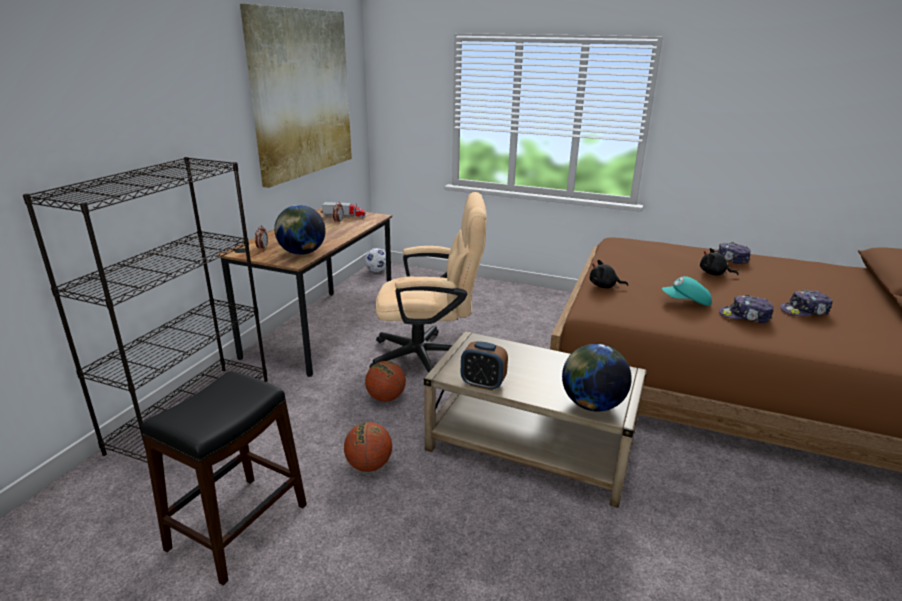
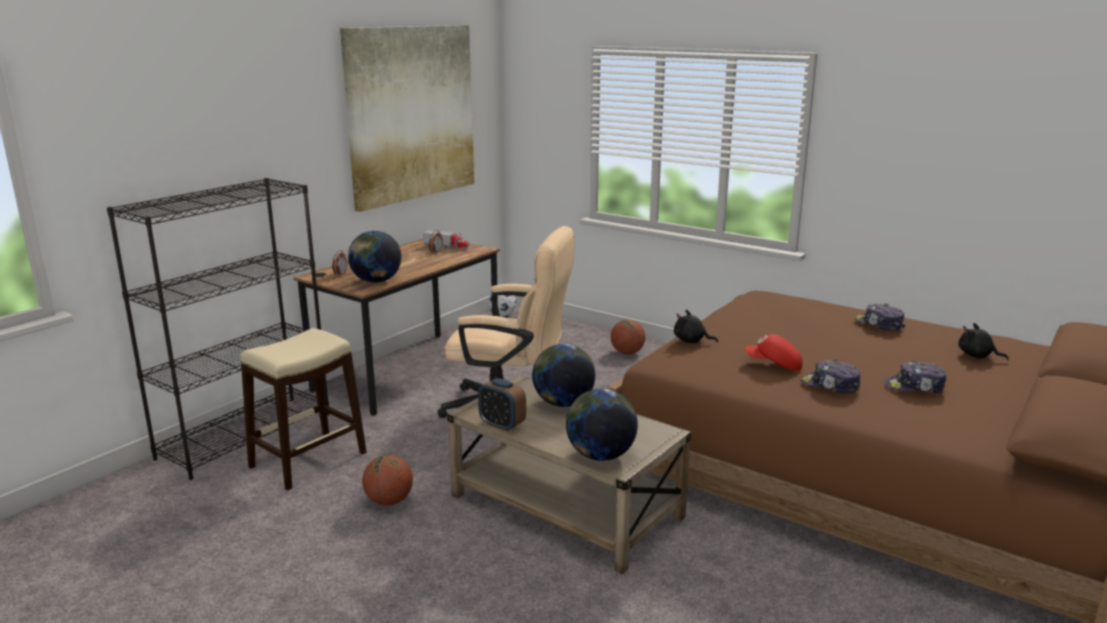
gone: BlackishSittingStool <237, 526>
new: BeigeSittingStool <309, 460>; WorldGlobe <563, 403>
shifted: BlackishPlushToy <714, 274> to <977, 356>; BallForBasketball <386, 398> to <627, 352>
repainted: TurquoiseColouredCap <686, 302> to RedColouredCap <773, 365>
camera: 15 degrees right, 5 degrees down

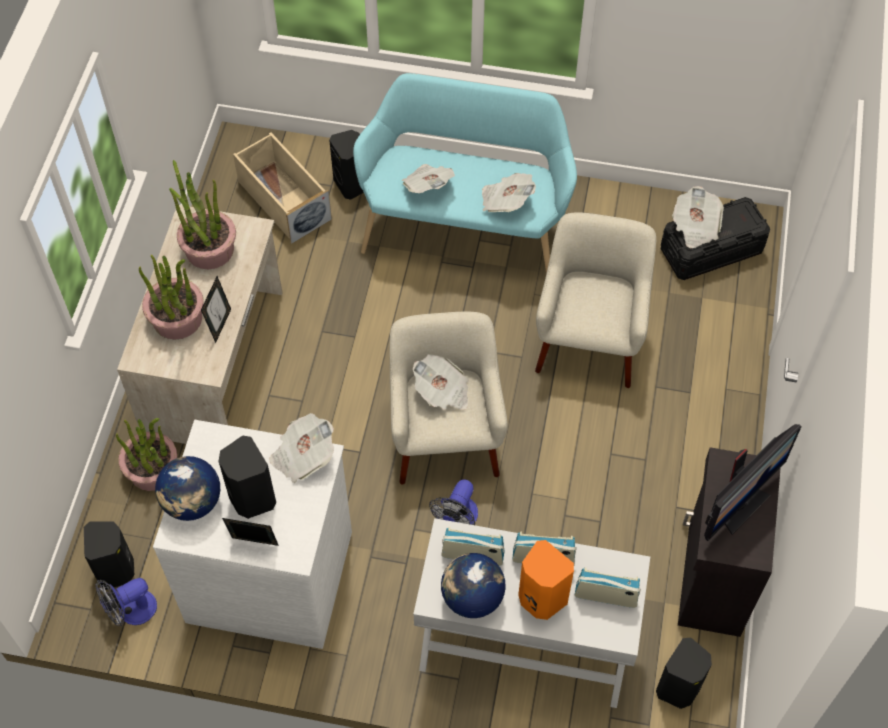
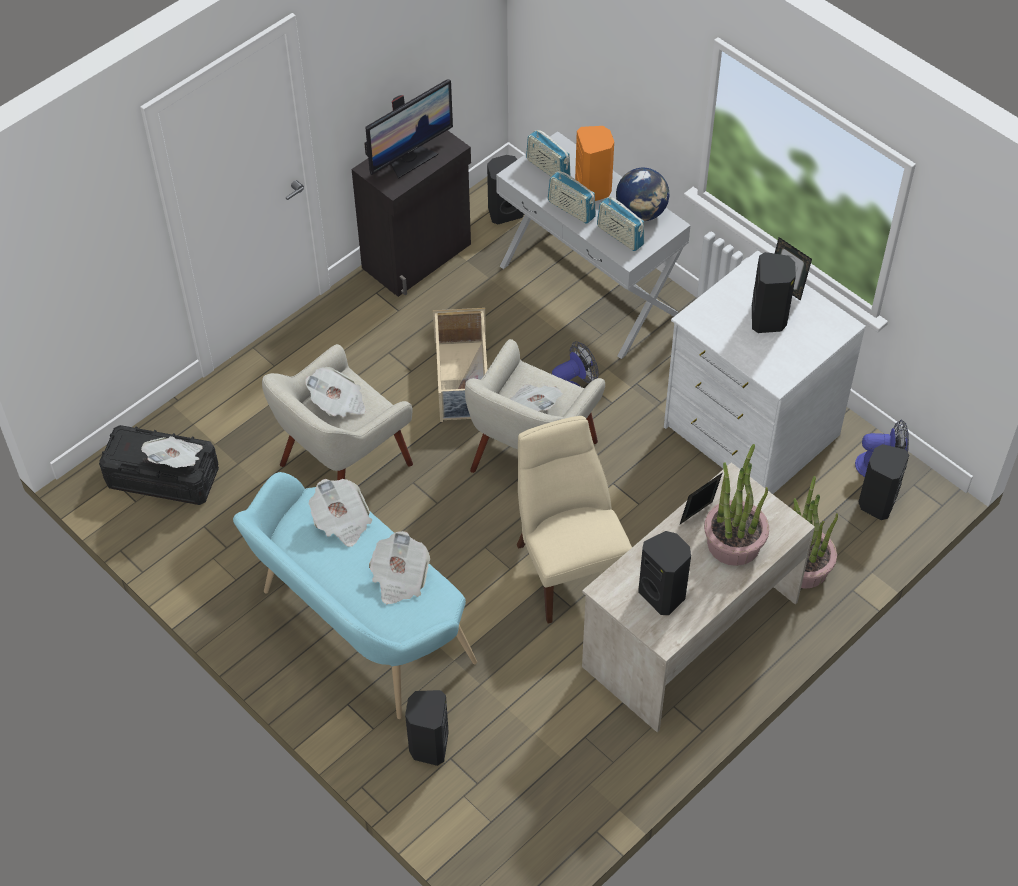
gone: WorldGlobe <192, 502>
new: BeigeChair <568, 566>
shifted: BeigeStorageBox <283, 200> to <462, 381>; Newspaper <303, 456> to <338, 403>
swapped: PottedPlant <209, 249> to BlackishAudioSpeaker <663, 594>
rotated: ComputerDisplay <739, 505> = <410, 159> 150 degrees clockwise
camera: 145 degrees left, 5 degrees down

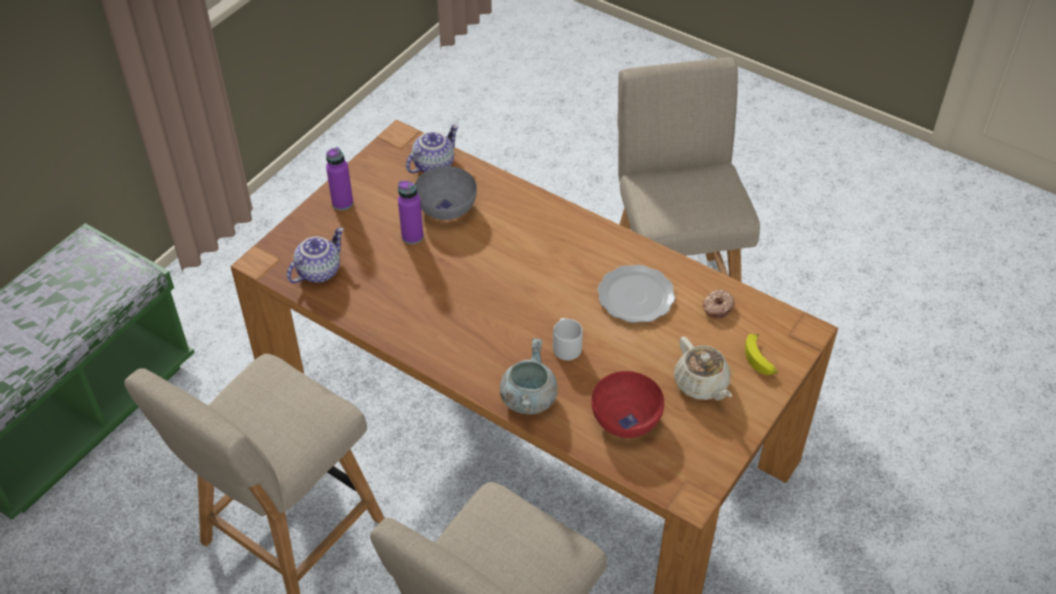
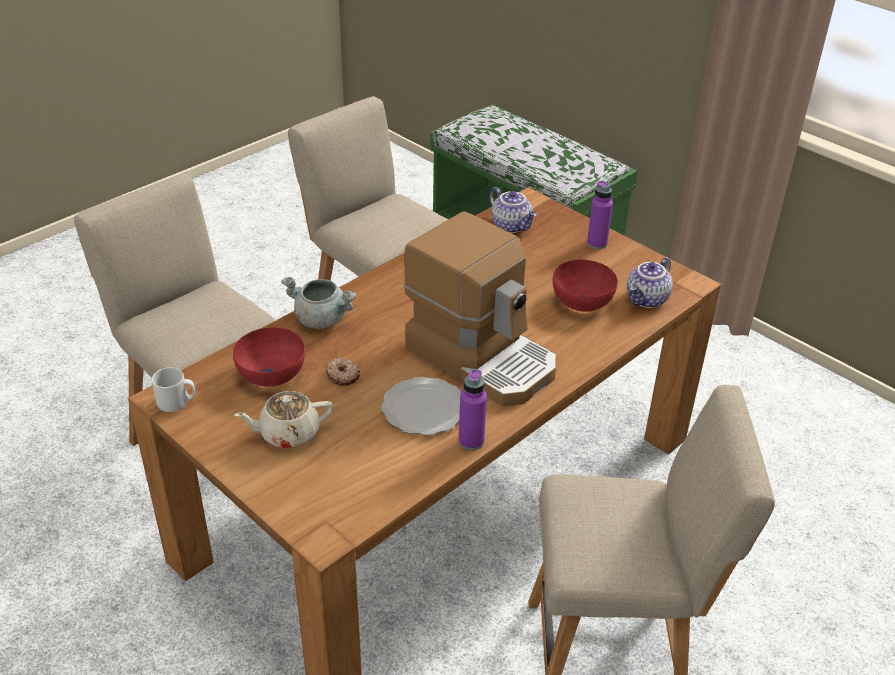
gone: BananaFruit <760, 359>
new: CoffeeMachine <483, 357>
shifted: PurpleDrinkBottle <412, 236> to <471, 441>; Donut <717, 307> to <343, 375>; GrayTeaMug <566, 346> to <177, 402>
repainted: GrayDeepDish <446, 208> to RedColouredDeepDish <581, 301>
rotated: PotForTea <433, 164> = <647, 300> 75 degrees clockwise
camera: 100 degrees right, 10 degrees down

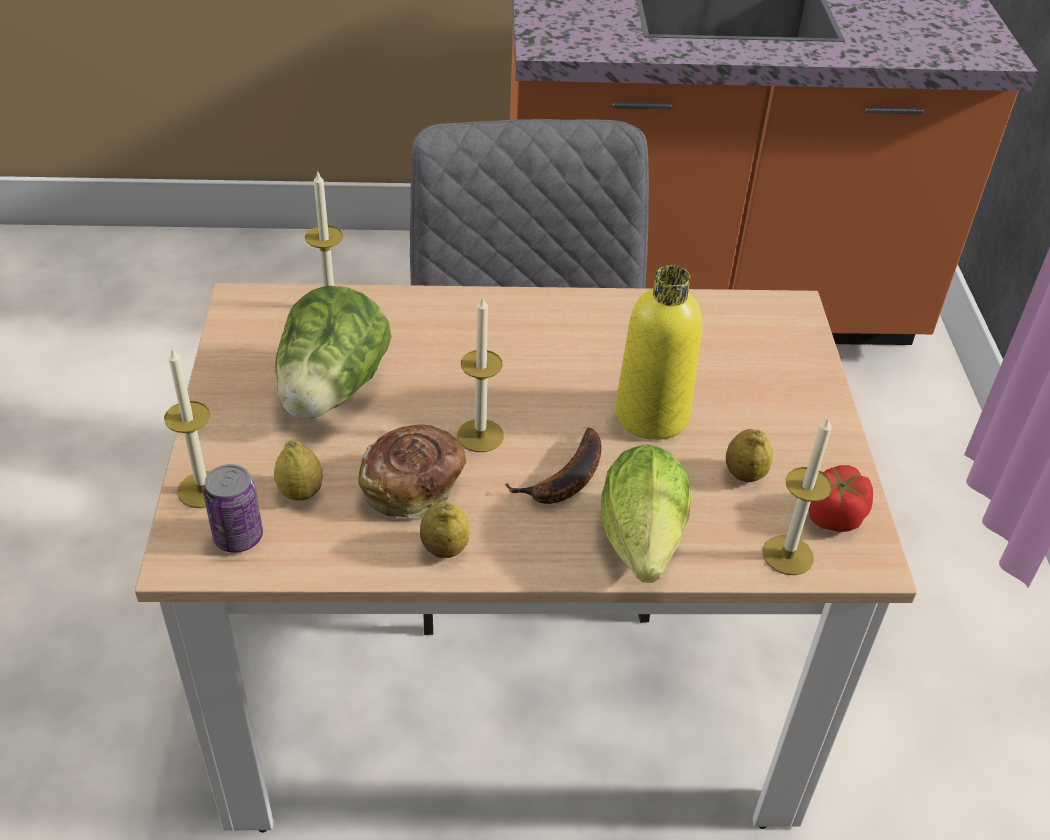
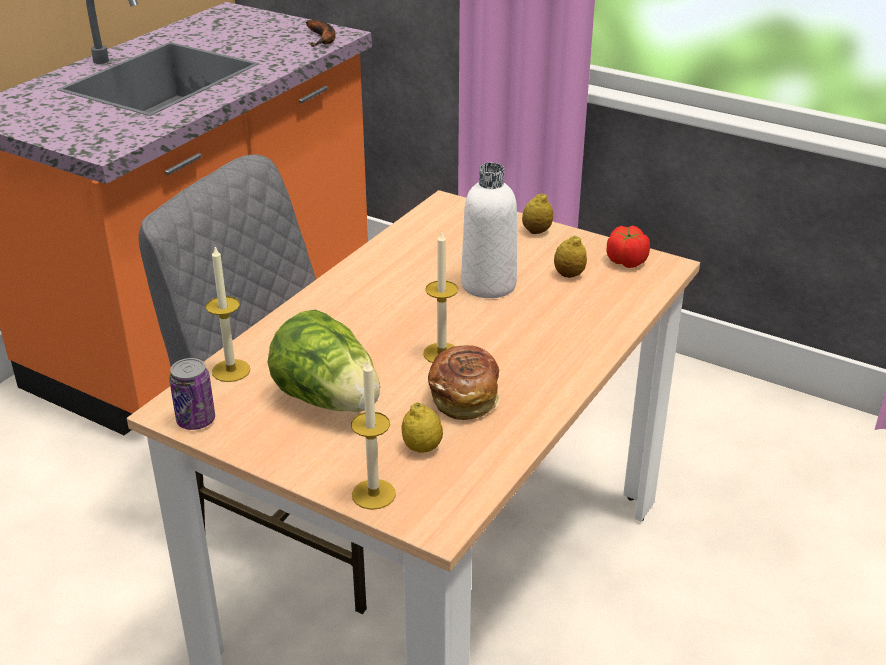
gone: WaxLight <787, 555>; LettuceHead <642, 547>
shifted: BananaFruit <565, 481> to <323, 39>; Can <238, 537> to <196, 421>; Lemon <444, 549> to <536, 231>
repainted: YellowColouredDrinkBottle <652, 415> to WhiteColouredDrinkBottle <488, 285>
camera: 55 degrees left, 10 degrees down

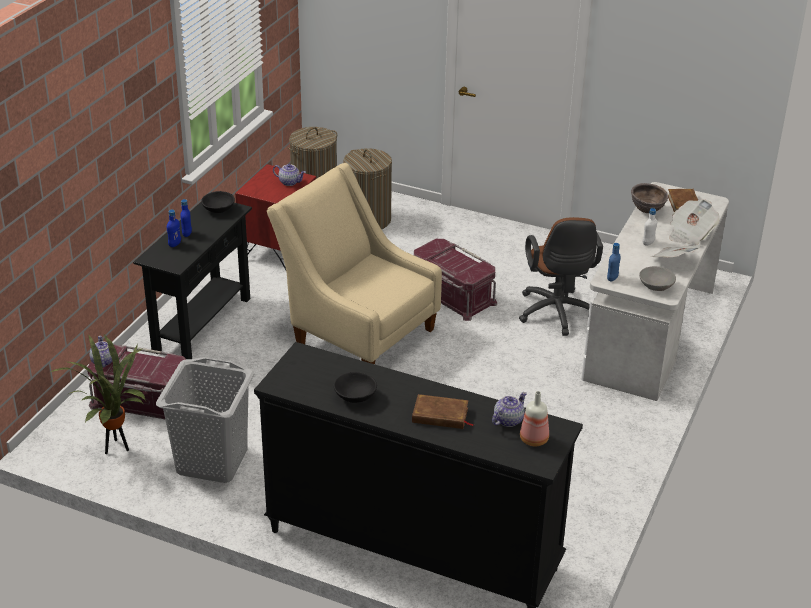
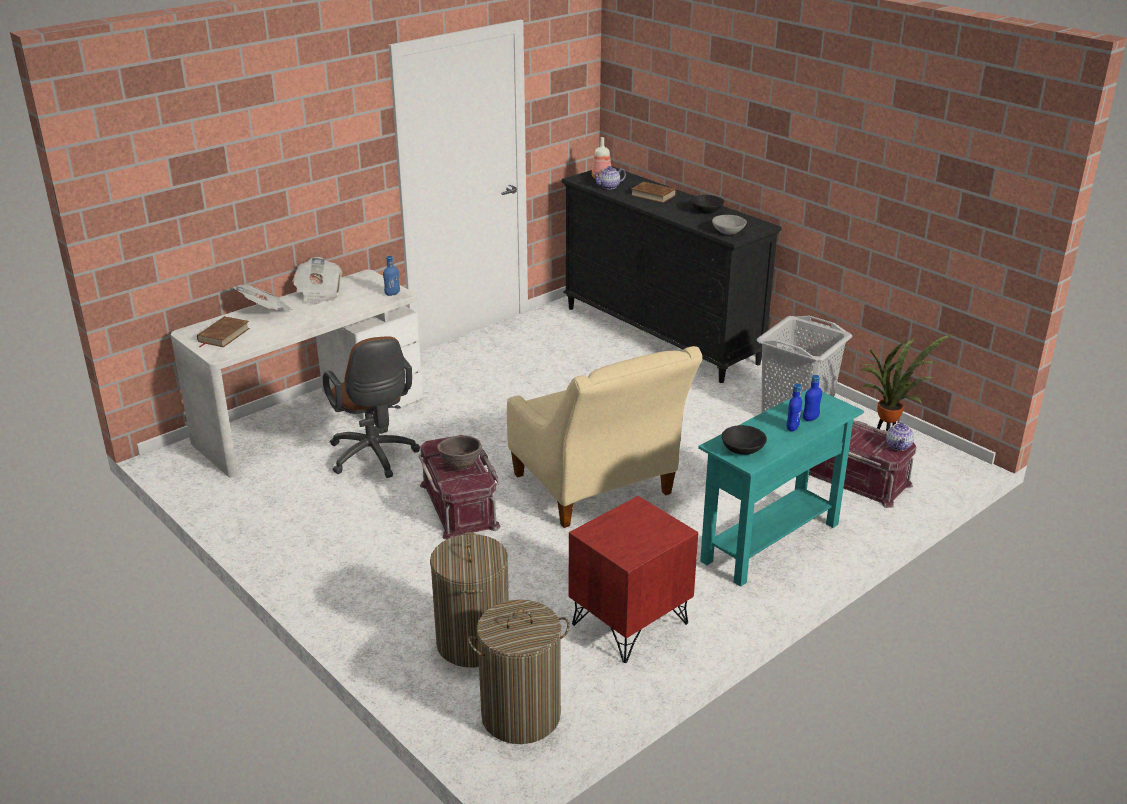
gone: PotForTea <290, 182>; WhiteColouredDrinkBottle <648, 243>
shifted: BrownDeepDish <647, 211> to <460, 466>; GrayDeepDish <656, 286> to <728, 232>
repainted: BlackishHallTable <202, 324> to TurquoiseColouredHallTable <770, 542>
rotated: BrownOfficeChair <556, 314> = <374, 458> 135 degrees clockwise
camera: 155 degrees left, 5 degrees down

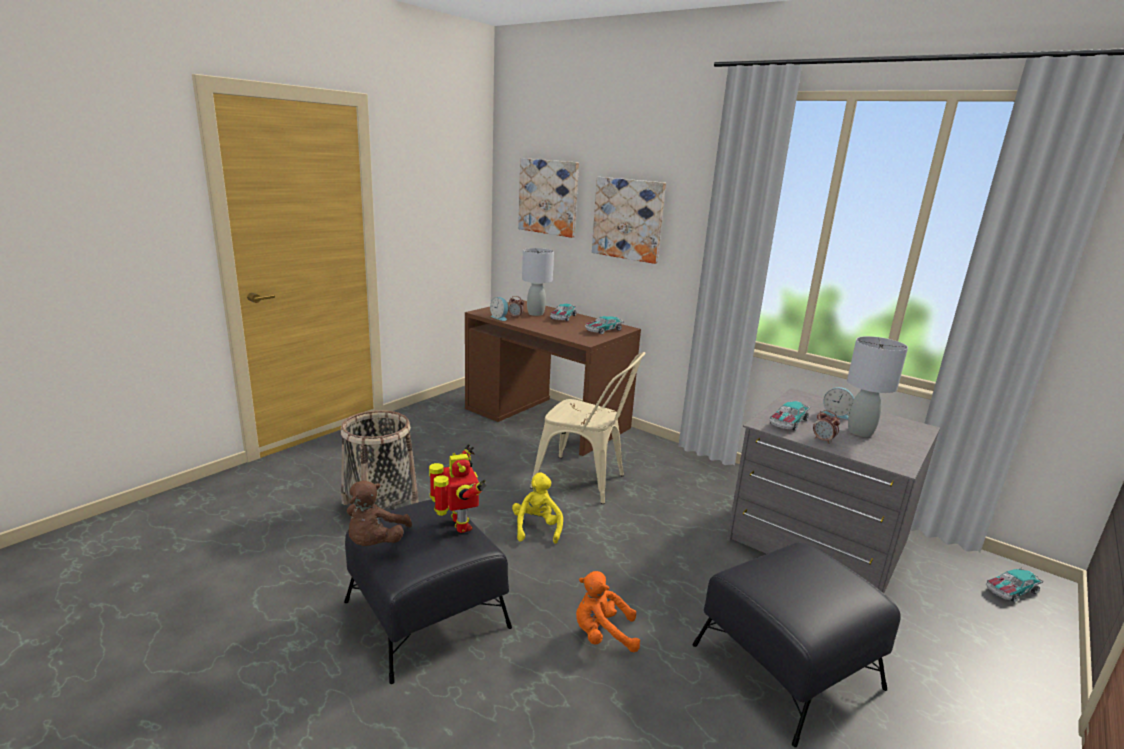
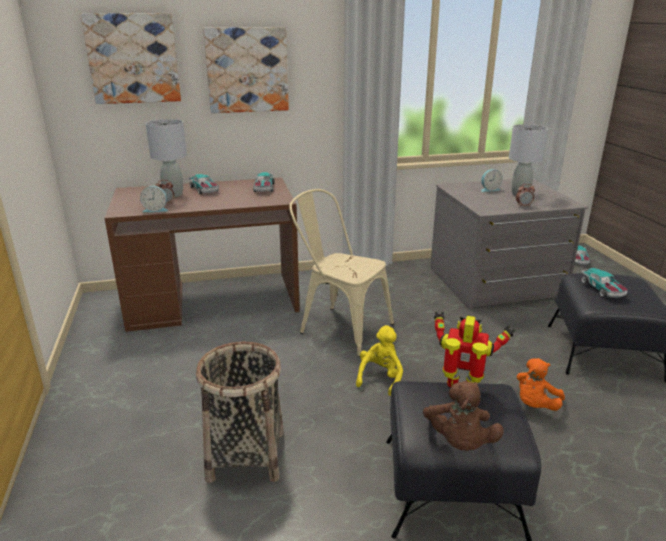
shifted: MiniatureCar <788, 422> to <602, 289>
rotated: BeigeChair <586, 482> = <339, 327> 120 degrees counterclockwise; YellowColouredPlushToy <537, 528> = <380, 378> 75 degrees clockwise; BrownPlushToy <375, 543> = <459, 443> 45 degrees clockwise
camera: 50 degrees left, 5 degrees up

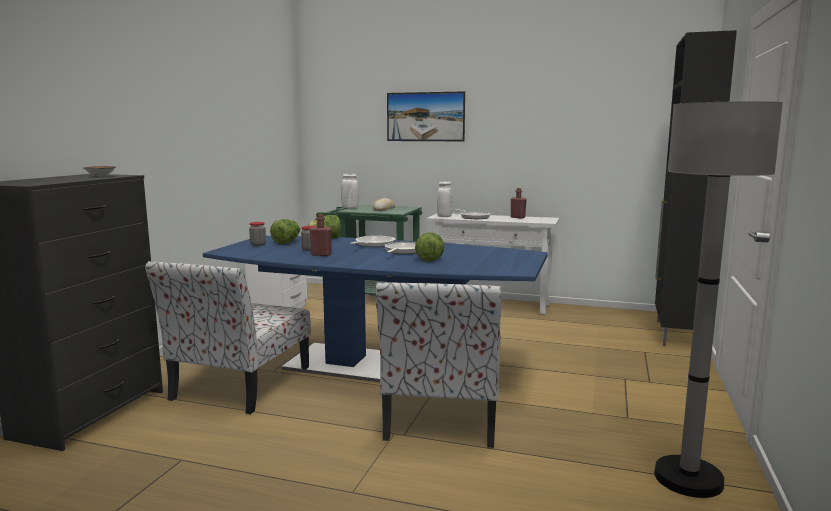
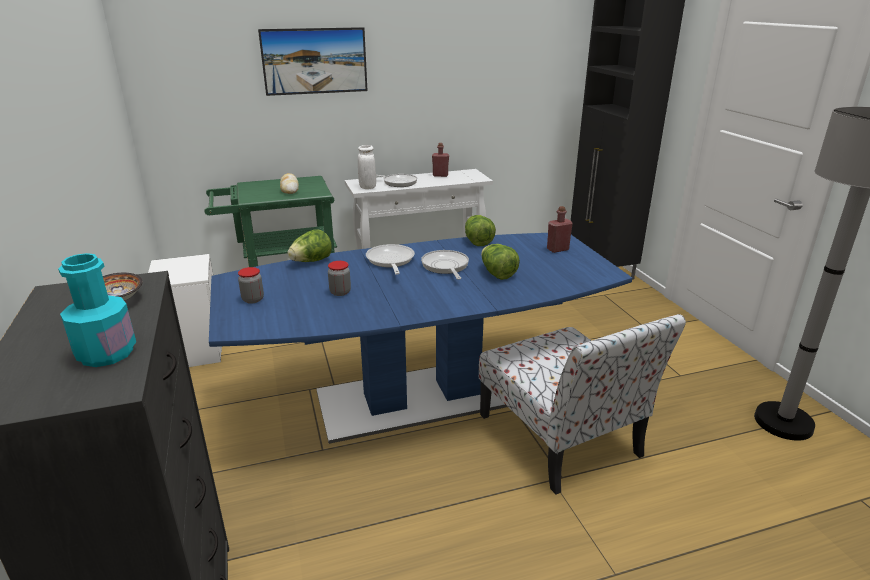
gone: WhiteColouredDecorativeVase <350, 208>; Chair <239, 386>
new: TurquoiseColouredDrinkBottle <106, 353>
shifted: RedColouredDrinkBottle <321, 254> to <557, 249>; LettuceHead <287, 242> to <477, 241>
camera: 35 degrees left, 15 degrees up

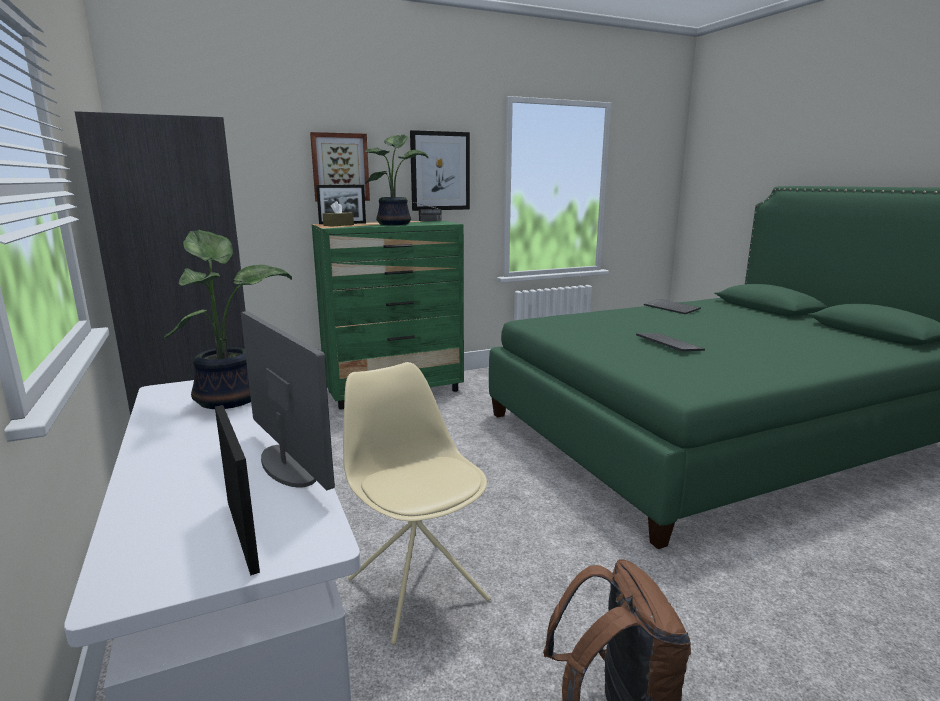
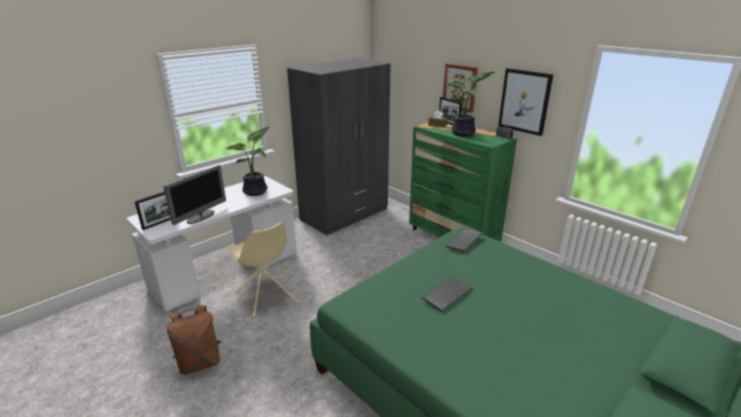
shifted: PcKeyboard <672, 308> to <465, 241>
rotated: BeigeChair <416, 588> = <265, 297> 105 degrees clockwise
camera: 70 degrees right, 10 degrees up

